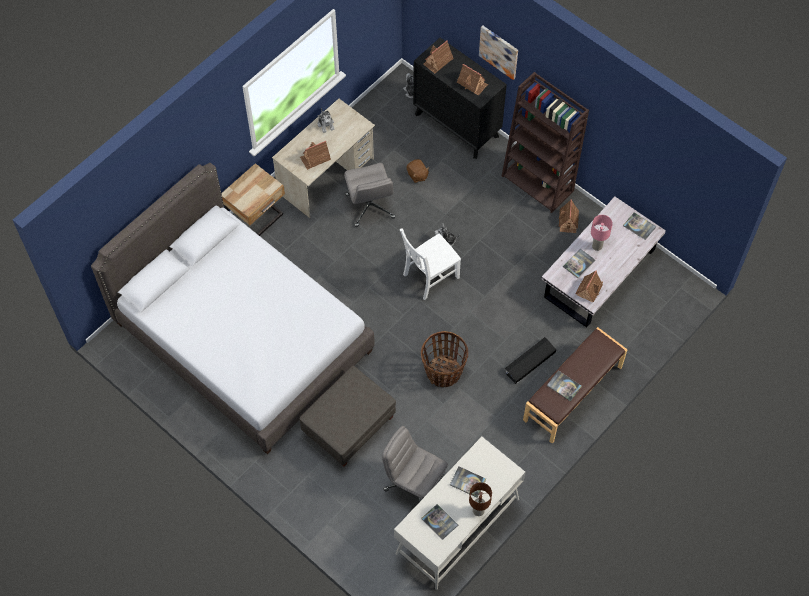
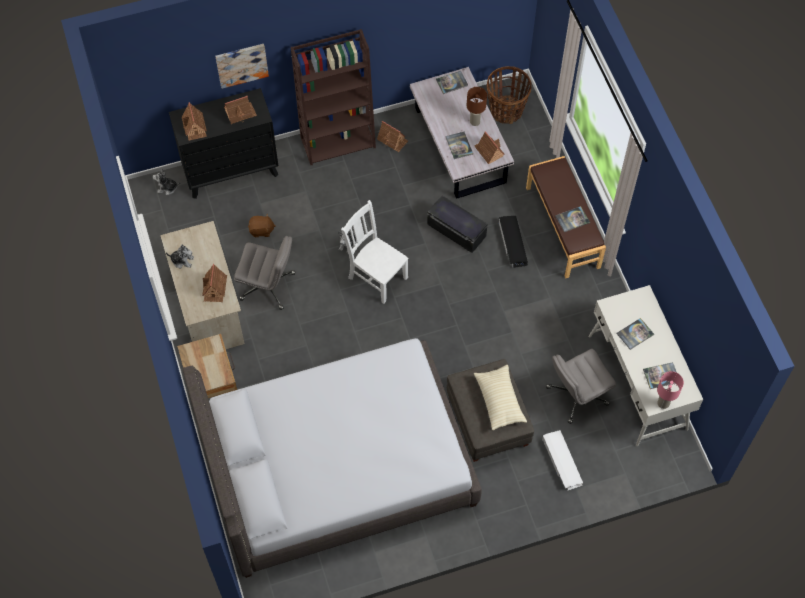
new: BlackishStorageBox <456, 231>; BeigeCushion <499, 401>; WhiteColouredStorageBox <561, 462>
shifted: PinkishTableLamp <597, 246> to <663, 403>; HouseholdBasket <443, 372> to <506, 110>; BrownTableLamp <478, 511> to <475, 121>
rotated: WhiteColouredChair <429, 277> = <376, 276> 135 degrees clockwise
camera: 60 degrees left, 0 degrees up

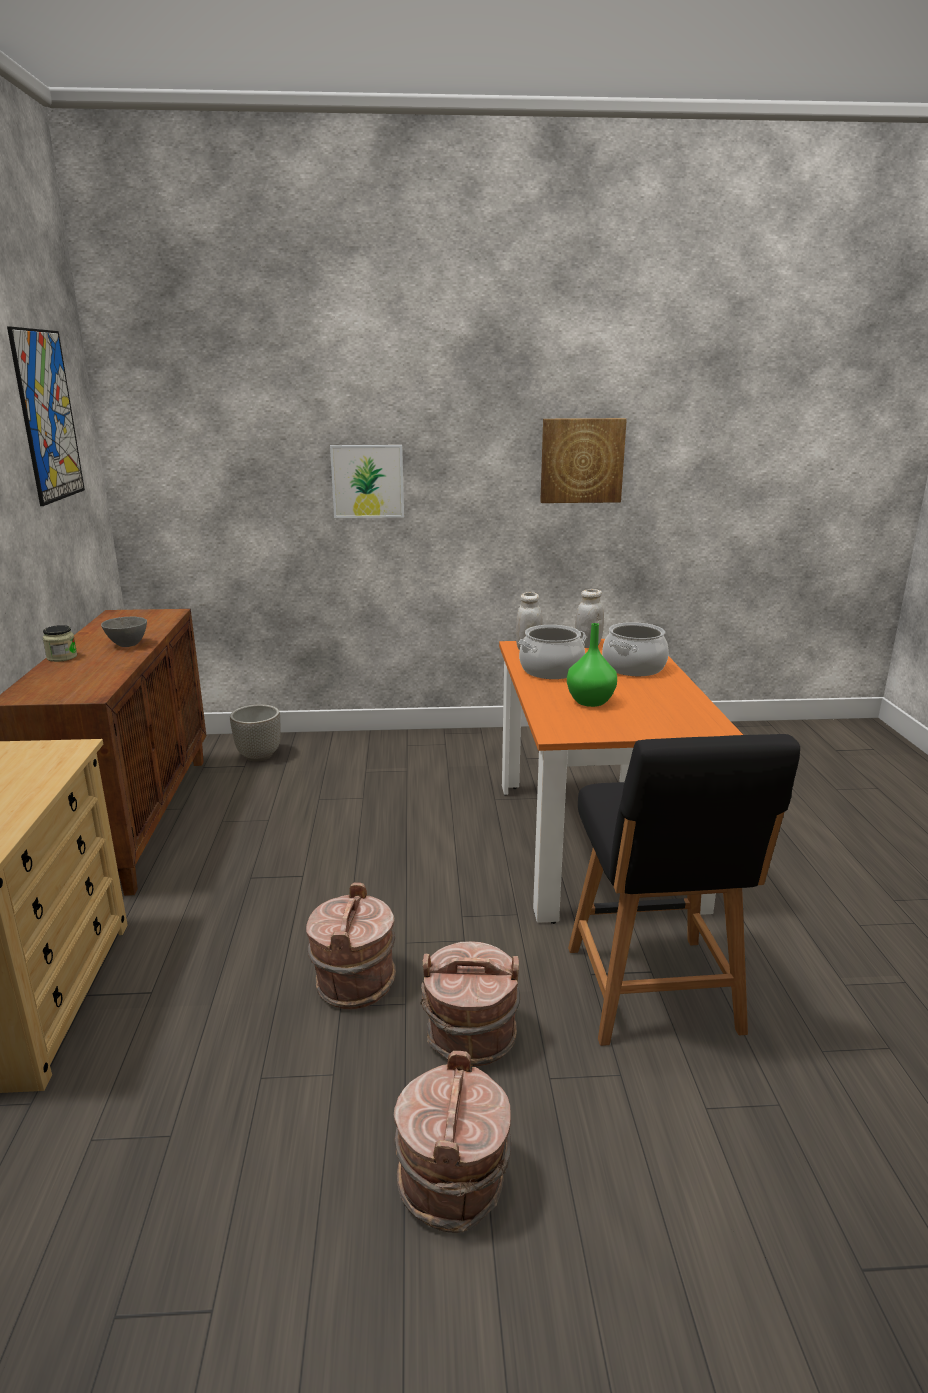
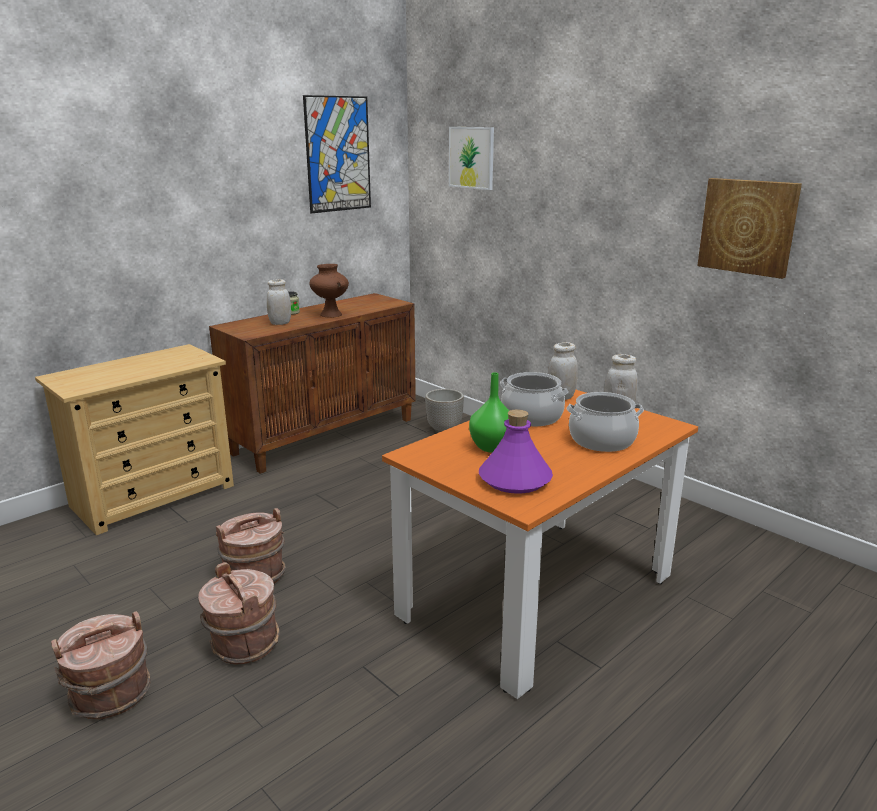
gone: BlackishChair <654, 994>
new: WhiteColouredStorageJar <280, 323>; PurpleDrinkBottle <515, 479>
shifted: WallPicture <367, 481> to <471, 157>
swapped: GrayDeepDish <127, 645> to BrownDecorativeVase <330, 315>
camera: 50 degrees right, 0 degrees up

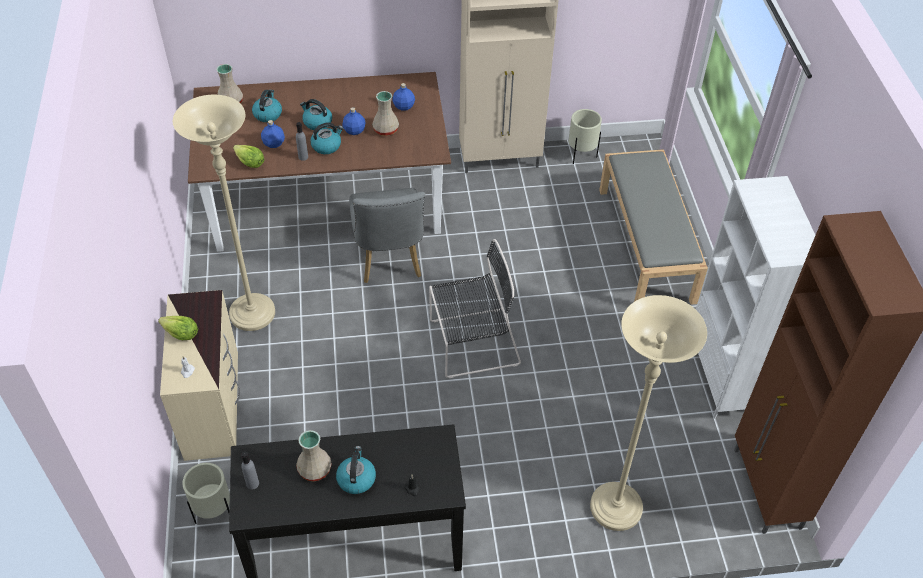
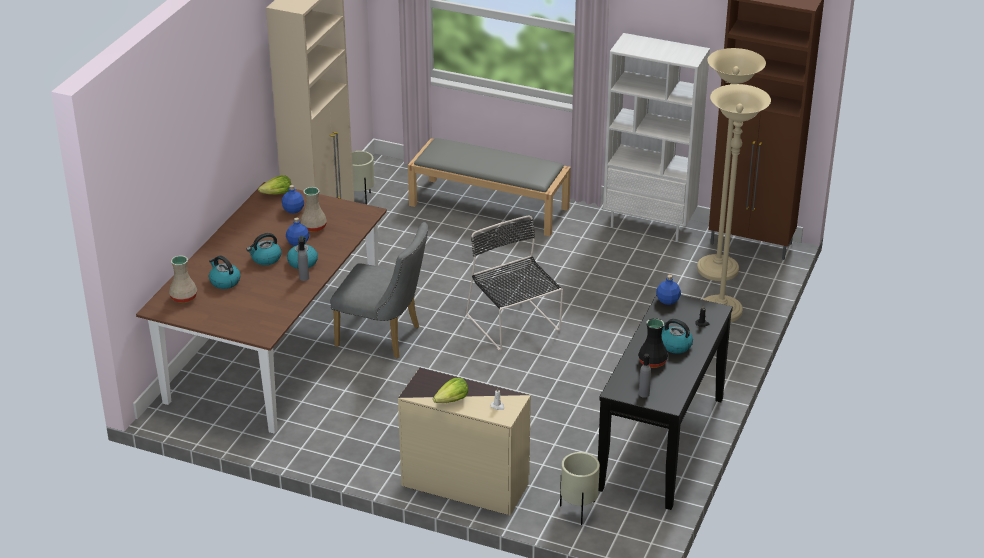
shifted: BeigeStandingLamp <252, 314> to <717, 270>; BlueDrinkBottle <273, 143> to <668, 301>; LettuceHead <249, 162> to <277, 194>
repainted: BeigeDecorativeVase <315, 470> to BlackishDecorativeVase <653, 362>
rotated: BlackishChair <471, 343> = <514, 324> 45 degrees counterclockwise
camera: 60 degrees left, 15 degrees down

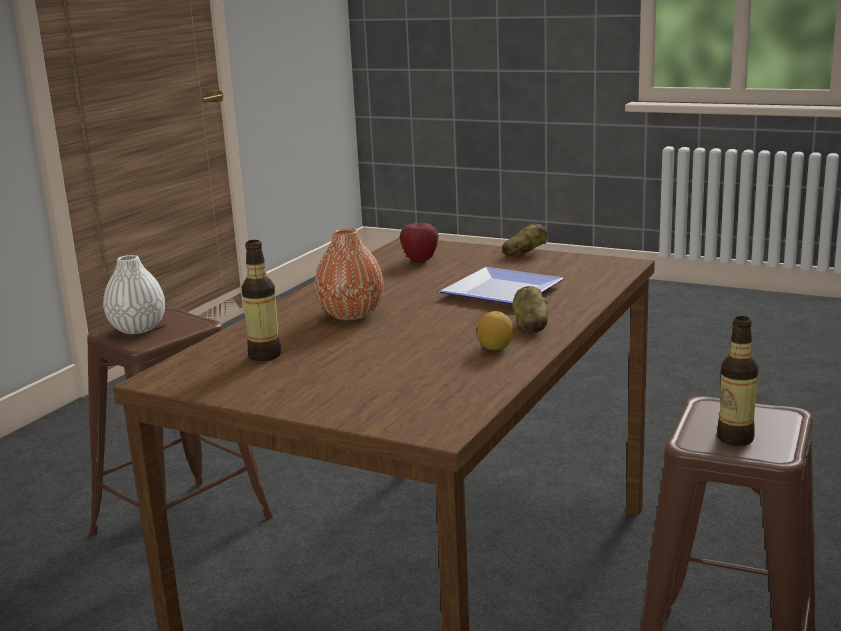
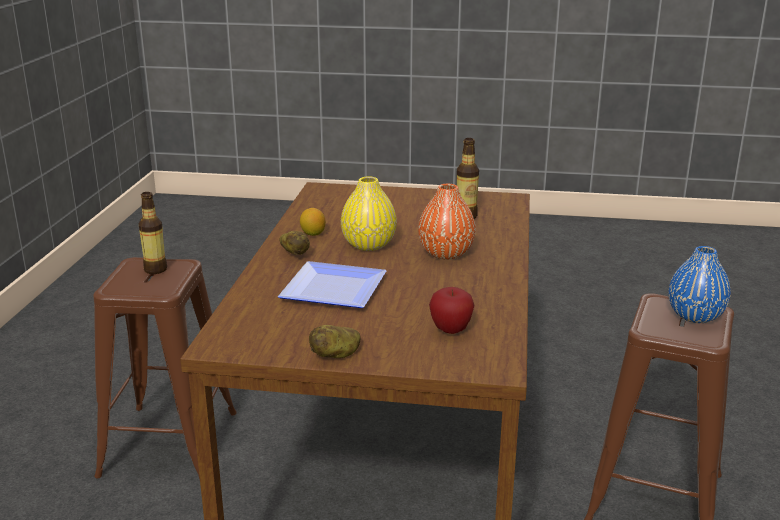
new: YellowColouredDecorativeVase <369, 245>
repainted: WhiteColouredDecorativeVase <138, 329> to BlueDecorativeVase <695, 316>
camera: 160 degrees right, 5 degrees up

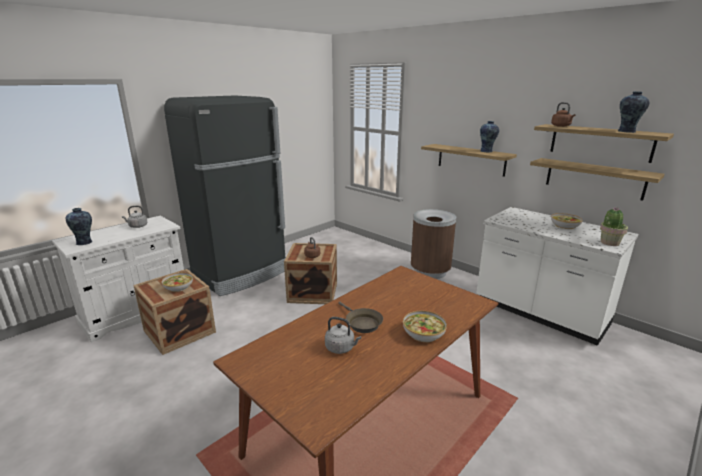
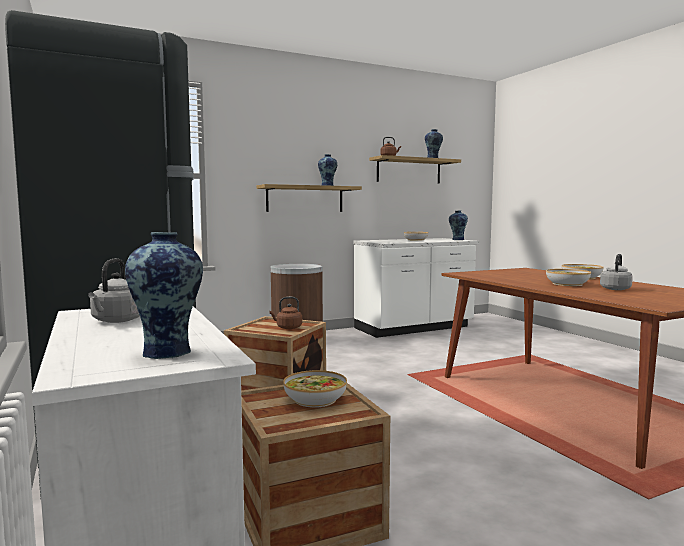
gone: BracketShelf <594, 178>
swapped: PottedPlant <609, 243> to DecorativeVase <457, 239>; BrownPan <361, 323> to DeepDish <567, 284>
camera: 70 degrees left, 15 degrees down

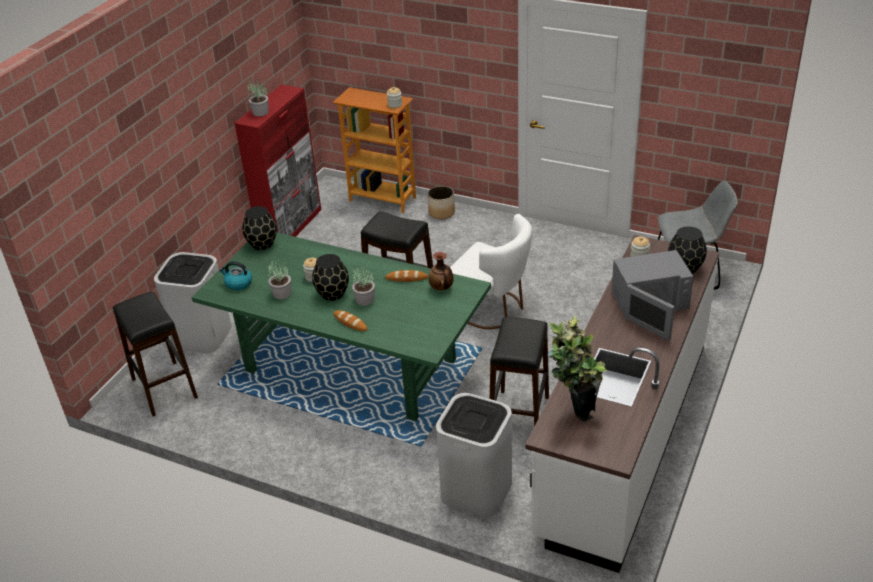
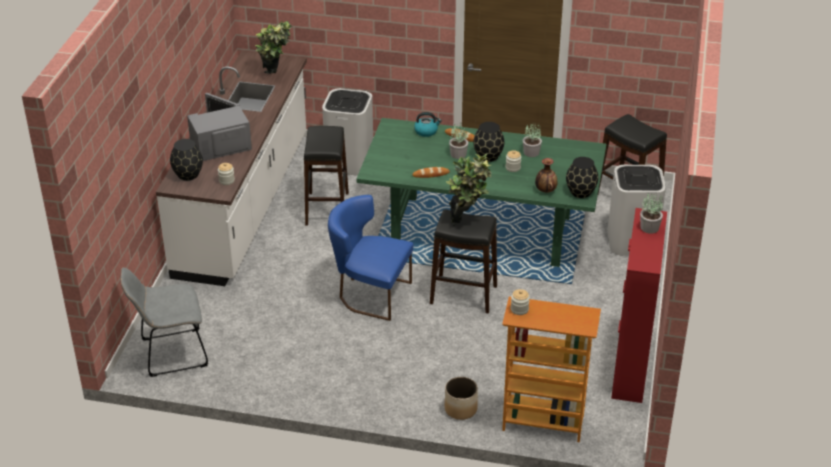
new: PottedPlant <467, 220>
shifted: DecorativeVase <441, 288> to <545, 190>; TeaKettle <238, 283> to <426, 131>
repainted: WhiteColouredChair <492, 309> to BlueChair <370, 294>
camera: 165 degrees right, 0 degrees up

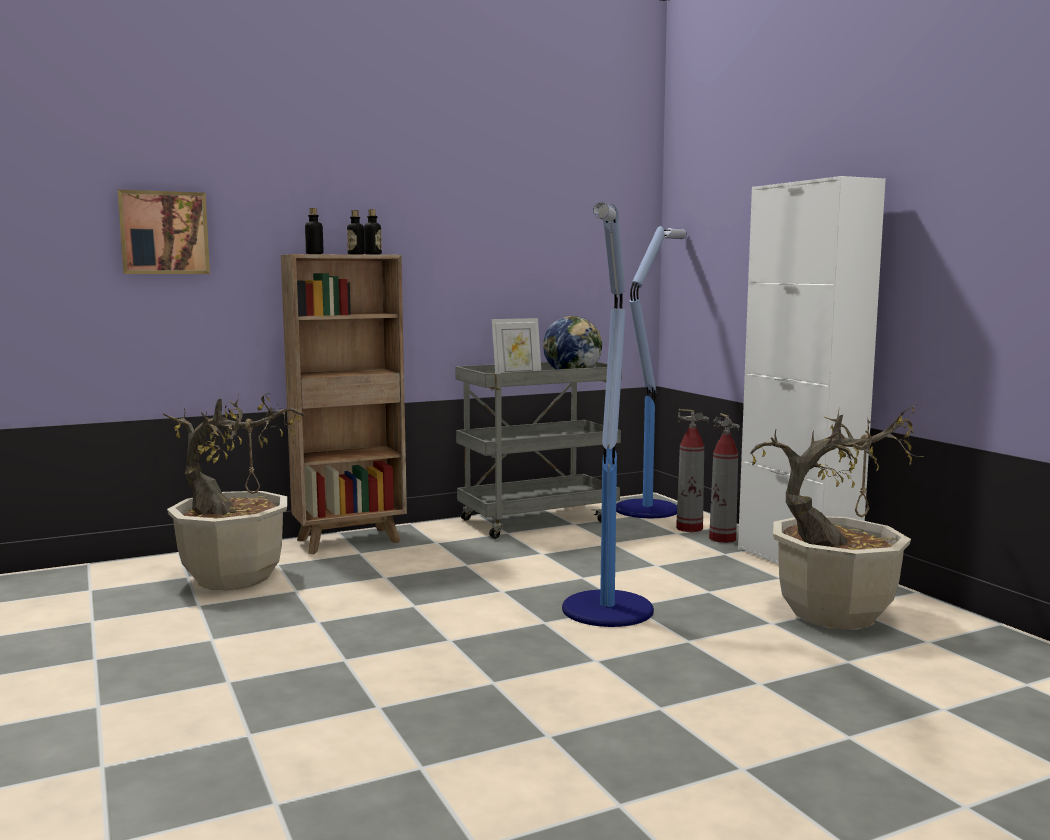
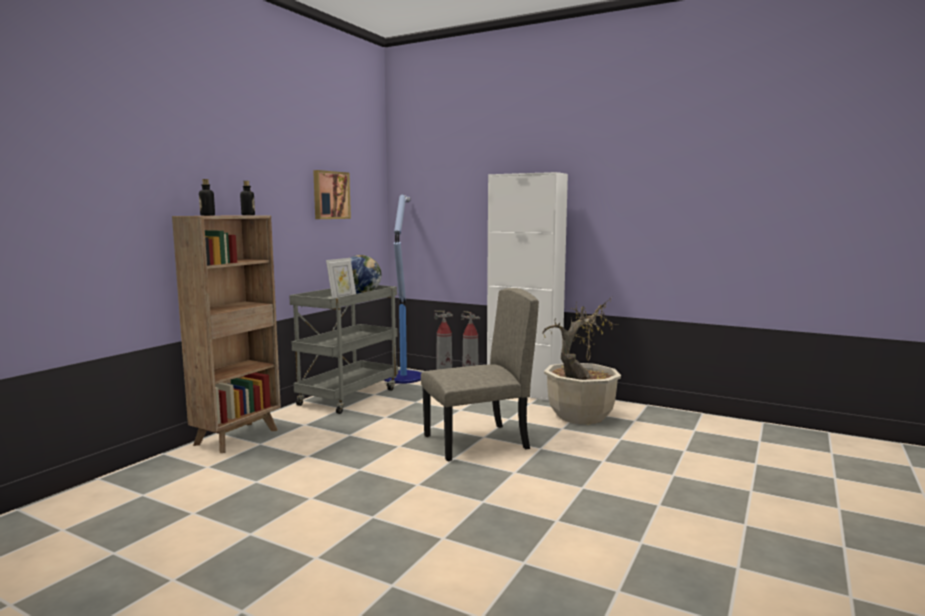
gone: DrinkBottle <356, 254>; PottedPlant <234, 577>
shifted: WallPicture <164, 233> to <330, 195>
swapped: StandingLamp <607, 611> to BeigeChair <476, 442>
camera: 35 degrees left, 0 degrees up

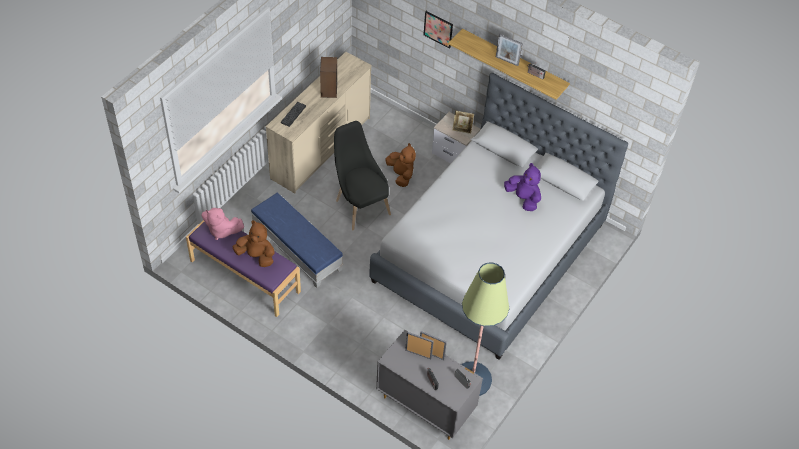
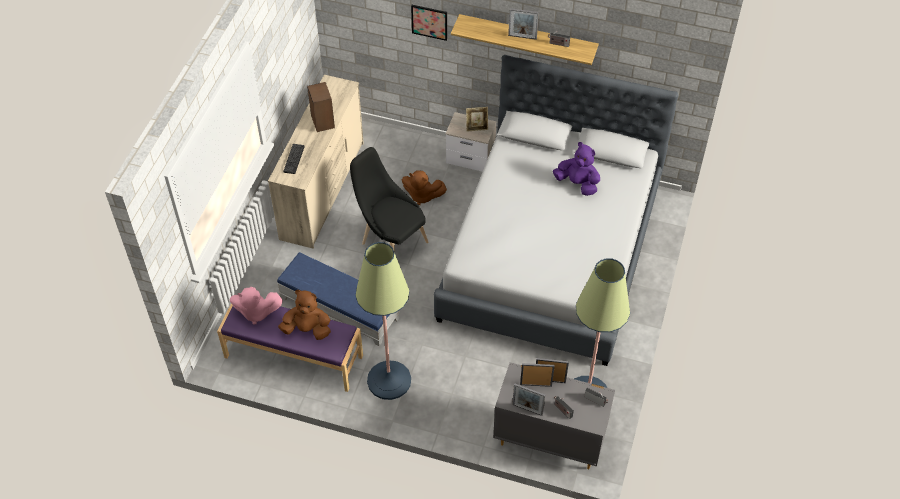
new: StandingLamp <389, 380>; PictureFrame <527, 409>
rotated: BrownPlushToy <401, 175> = <422, 195> 150 degrees clockwise
camera: 15 degrees left, 0 degrees up

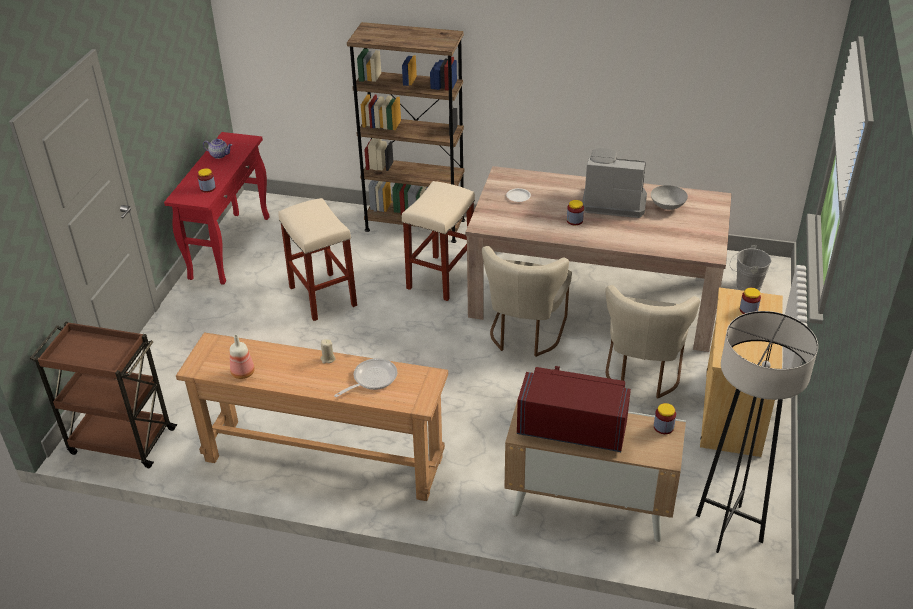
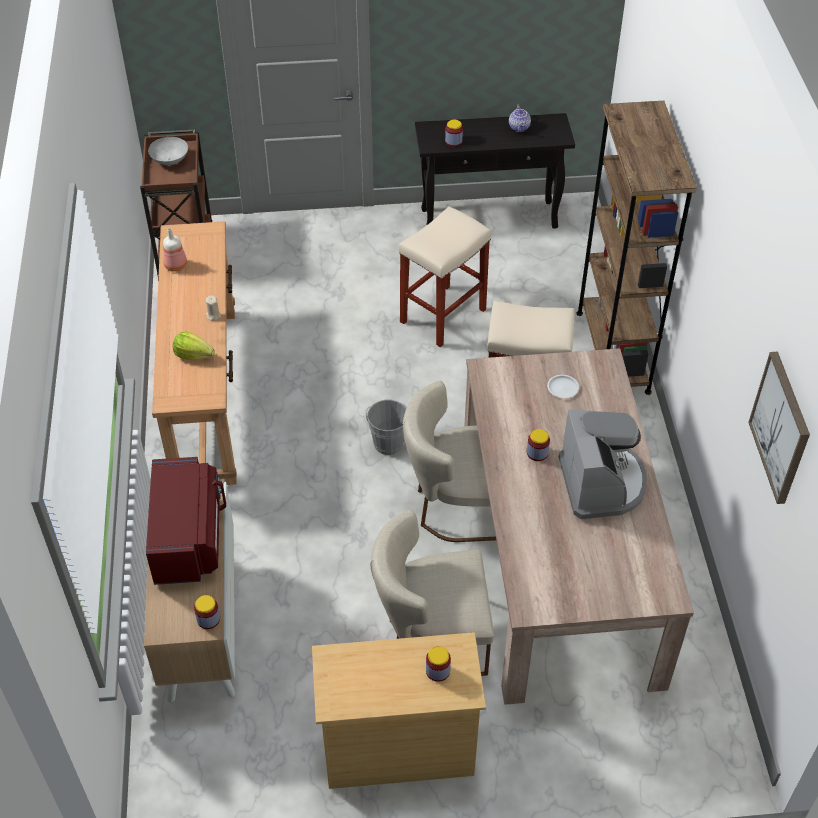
gone: GrayStandingLamp <729, 528>
new: WallPicture <781, 427>
shifted: GrayDeepDish <667, 206> to <171, 160>; GrayPail <745, 286> to <388, 441>
swapped: Pan <371, 379> to LettuceHead <193, 355>
repainted: RedColouredHallTable <230, 247> to BlackishHallTable <490, 218>
camera: 70 degrees right, 10 degrees up

